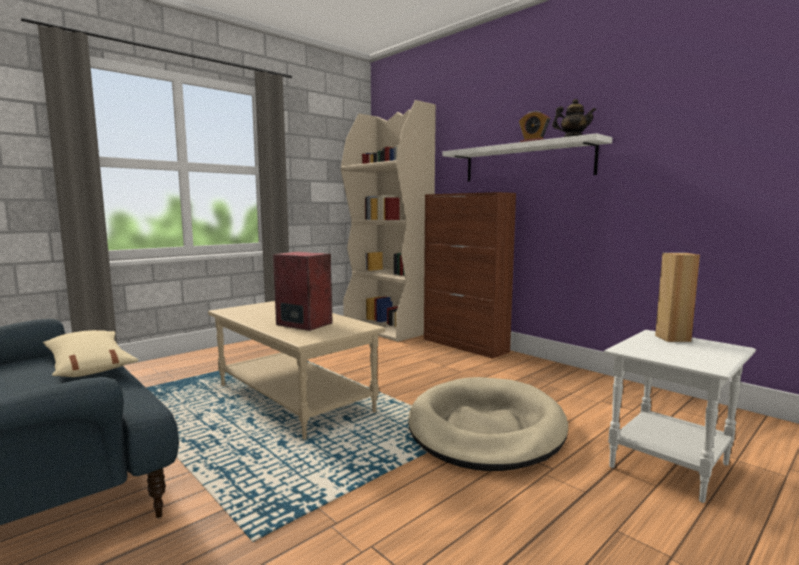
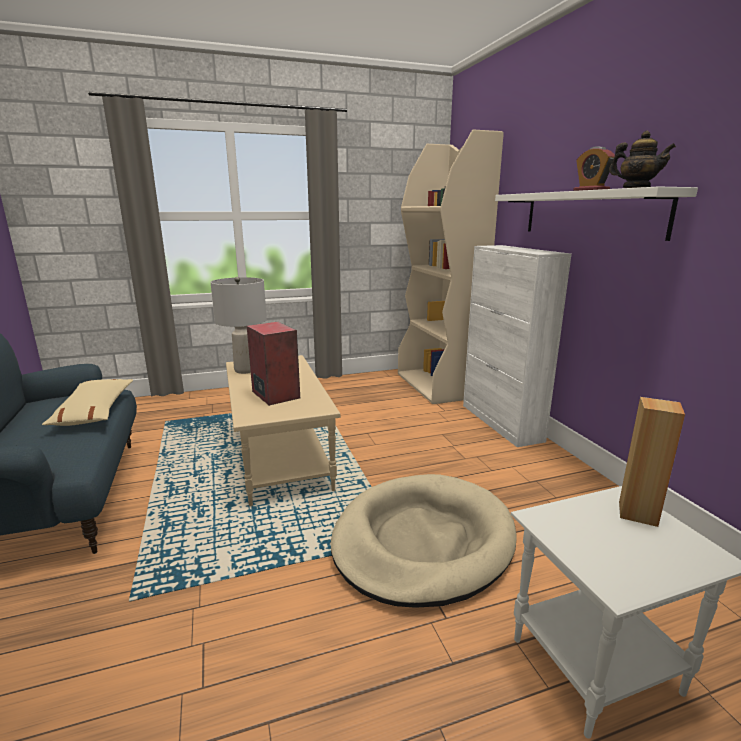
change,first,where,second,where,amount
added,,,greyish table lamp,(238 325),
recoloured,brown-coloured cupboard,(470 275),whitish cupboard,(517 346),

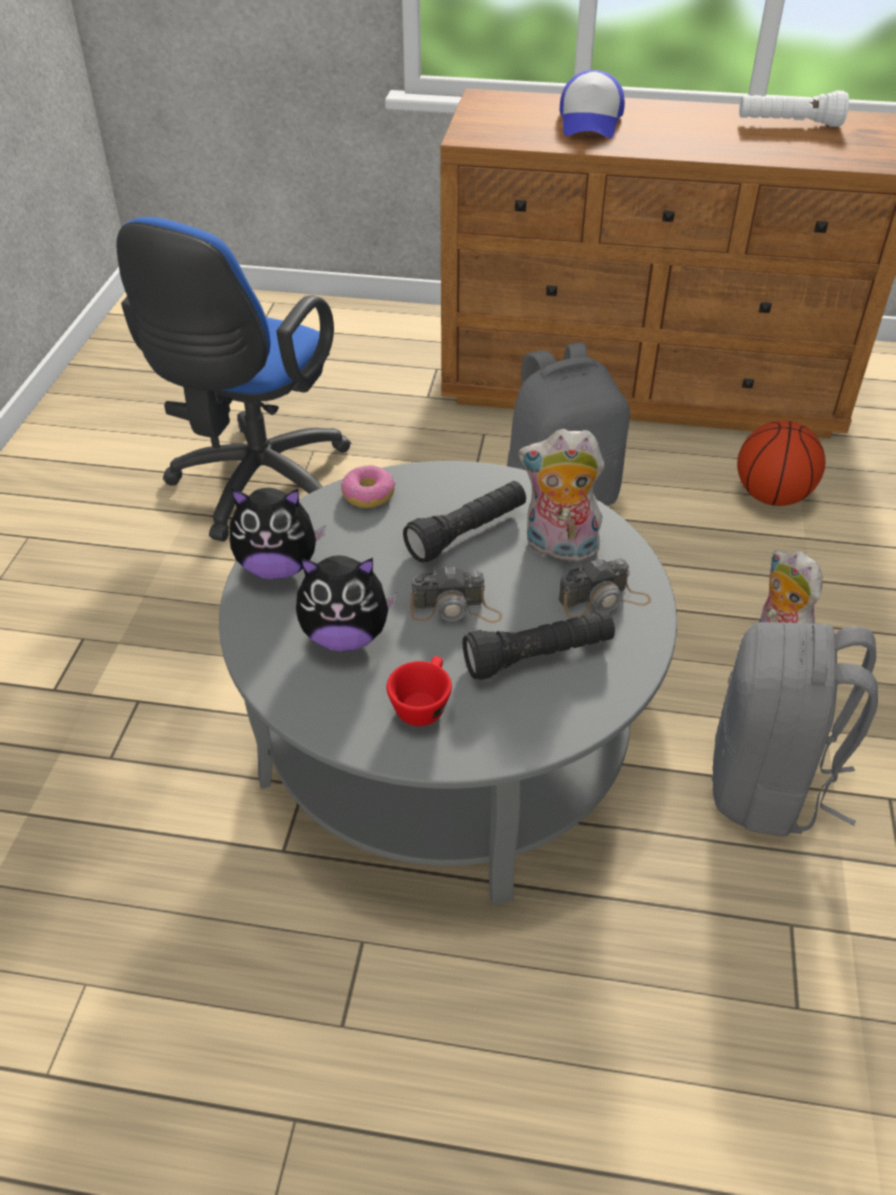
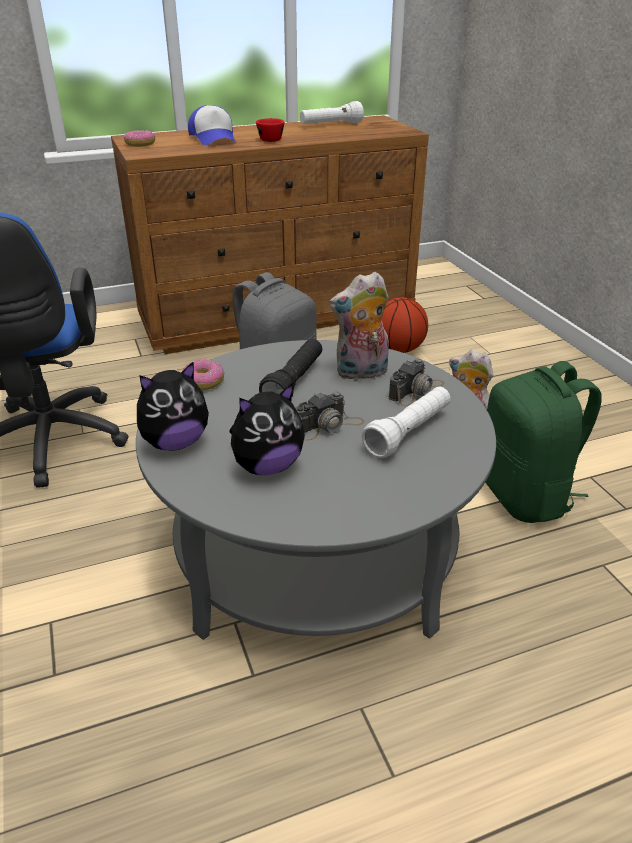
change,first,where,second,where,amount
added,,,donut,(139 138),
moved,reddish drinking cup,(419 691),,(270 130),
recoloured,black-coloured torch,(538 645),whitish torch,(406 422),
recoloured,greyish knapsack,(795 729),green-coloured knapsack,(543 442),

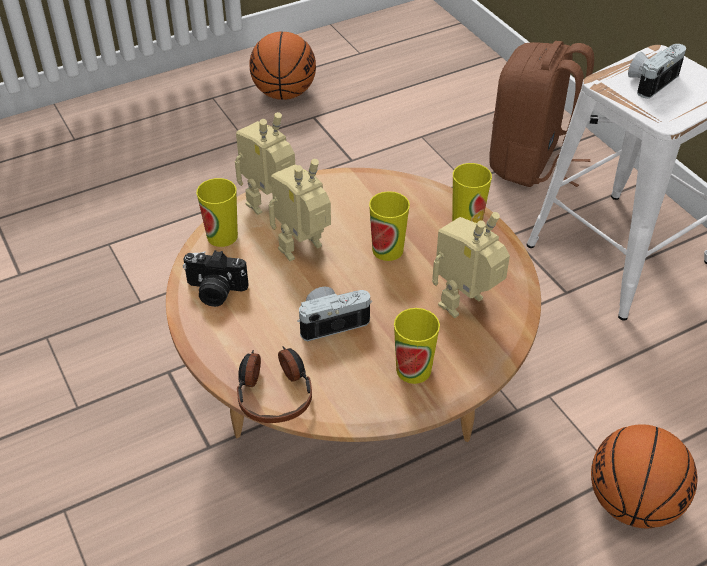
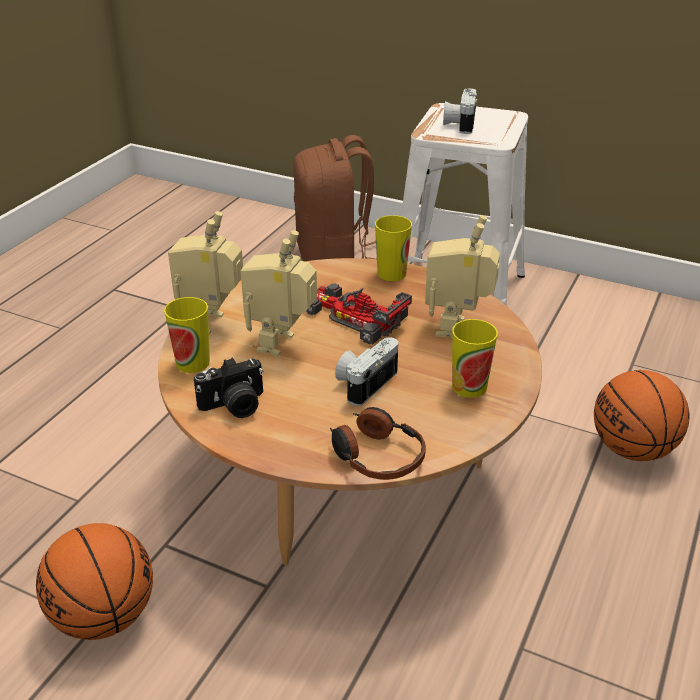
change,first,where,second,where,amount
moved,ball for basketball,(282 66),,(94 581),
replaced,drinking cup,(389 226),miniature car,(359 313),

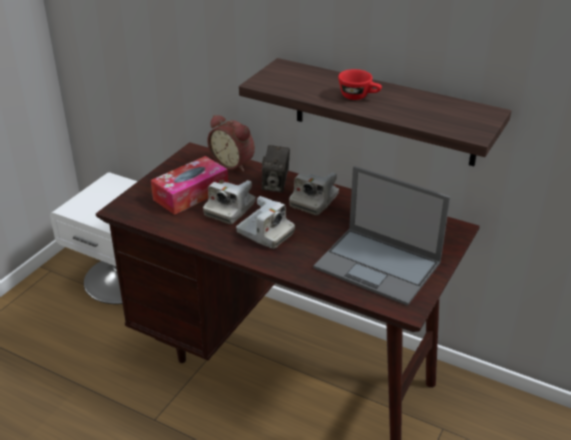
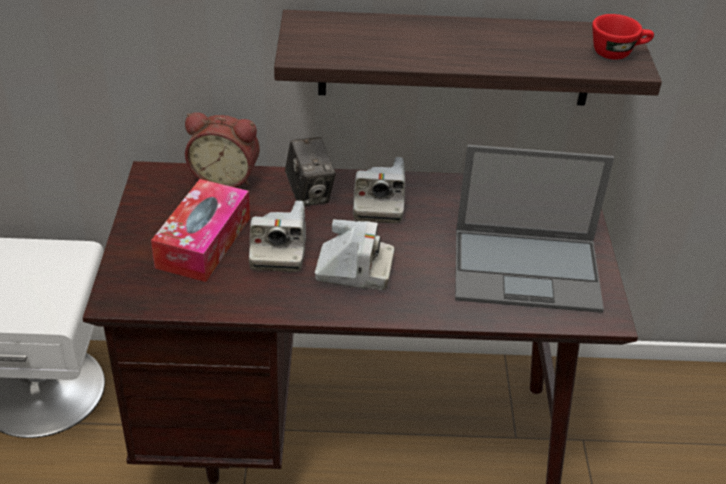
change,first,where,second,where,amount
moved,reddish drinking cup,(360 84),,(623 37),

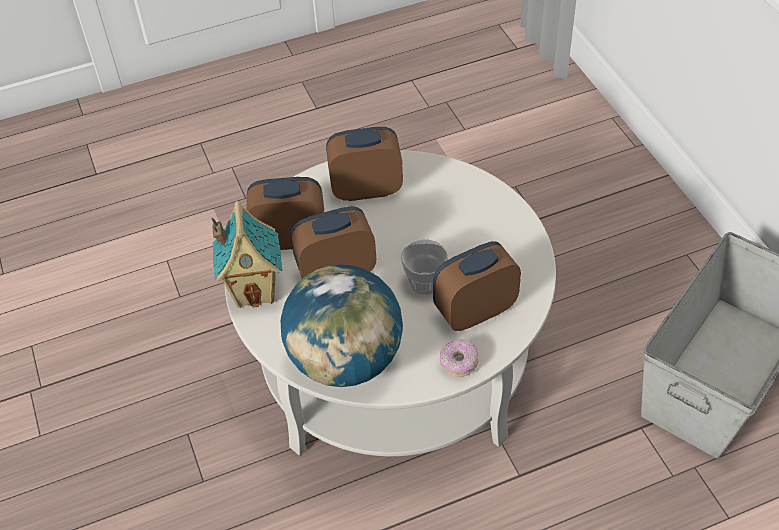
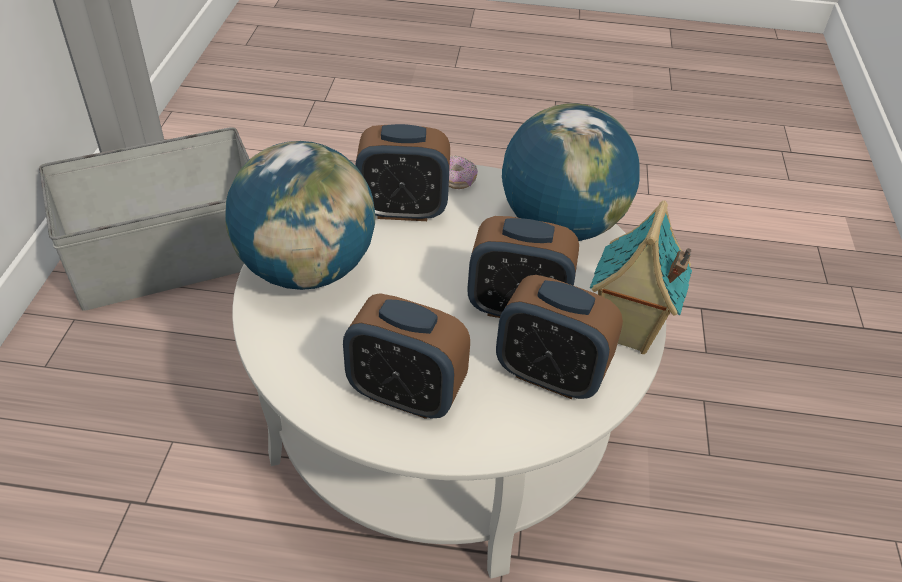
change,first,where,second,where,amount
added,,,globe,(300 215),
removed,drinking cup,(424 267),,,

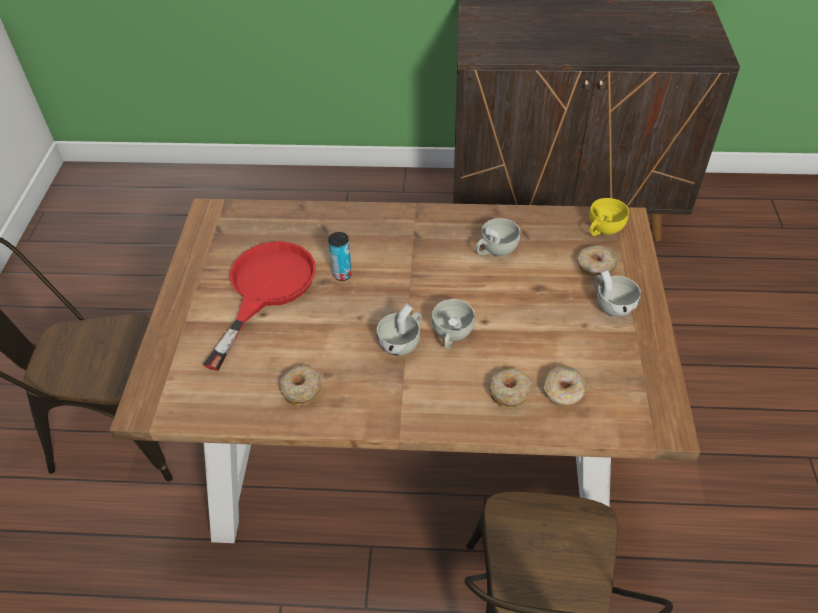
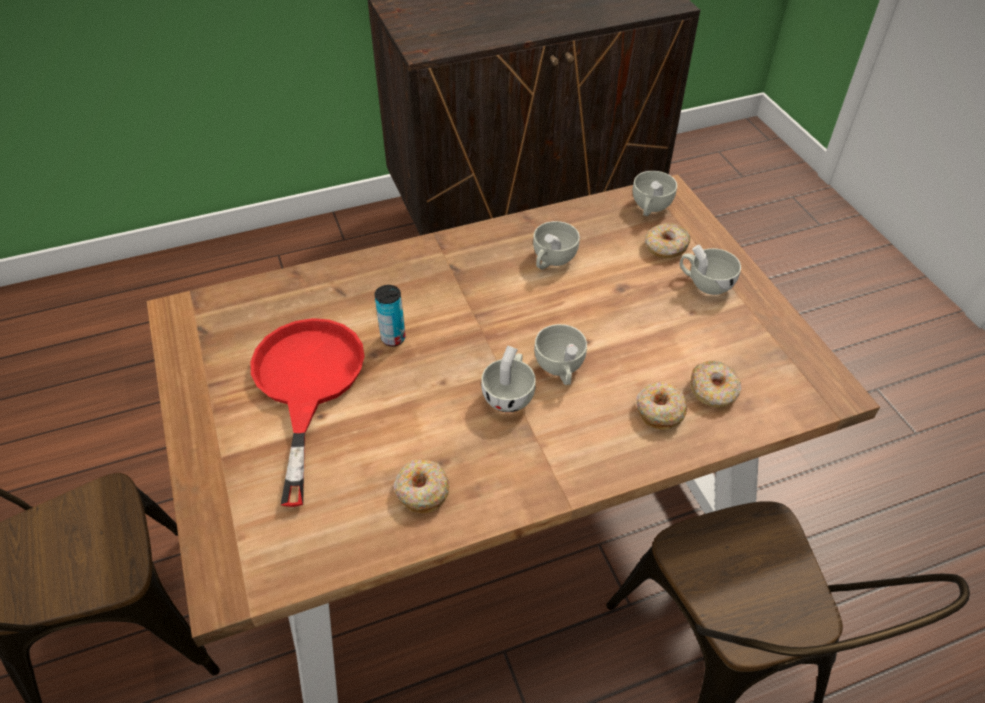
change,first,where,second,where,amount
recoloured,yellow drinking cup,(609 217),whitish drinking cup,(655 193),

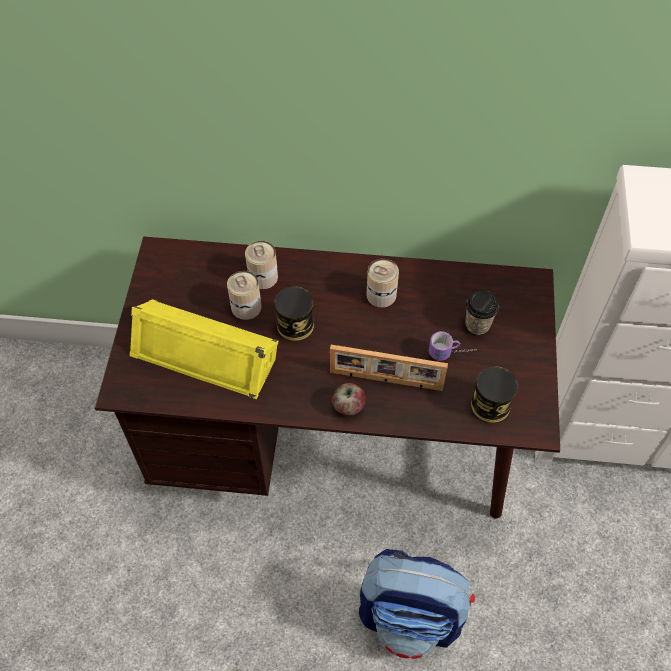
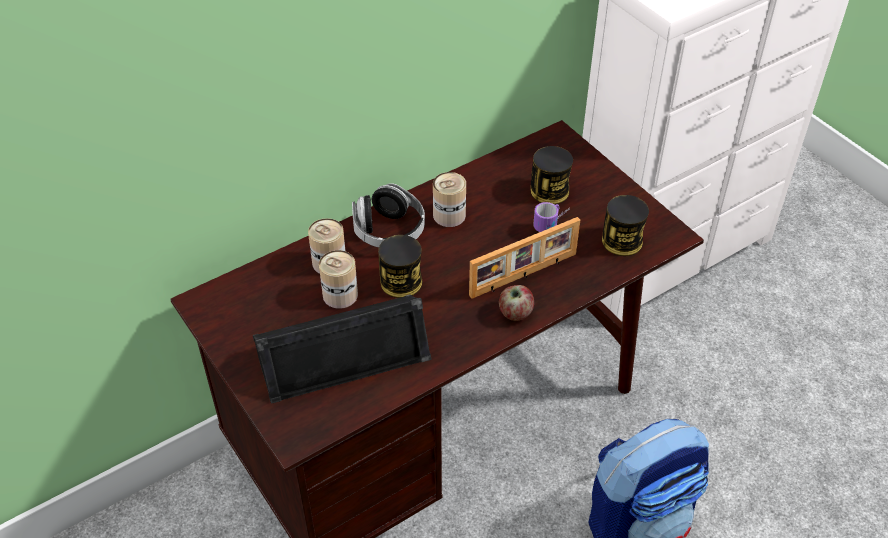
change,first,where,second,where,amount
recoloured,yellow audio speaker,(204 349),black-coloured audio speaker,(342 349),
added,,,headset,(388 215),
replaced,drinking cup,(482 312),can,(552 175),

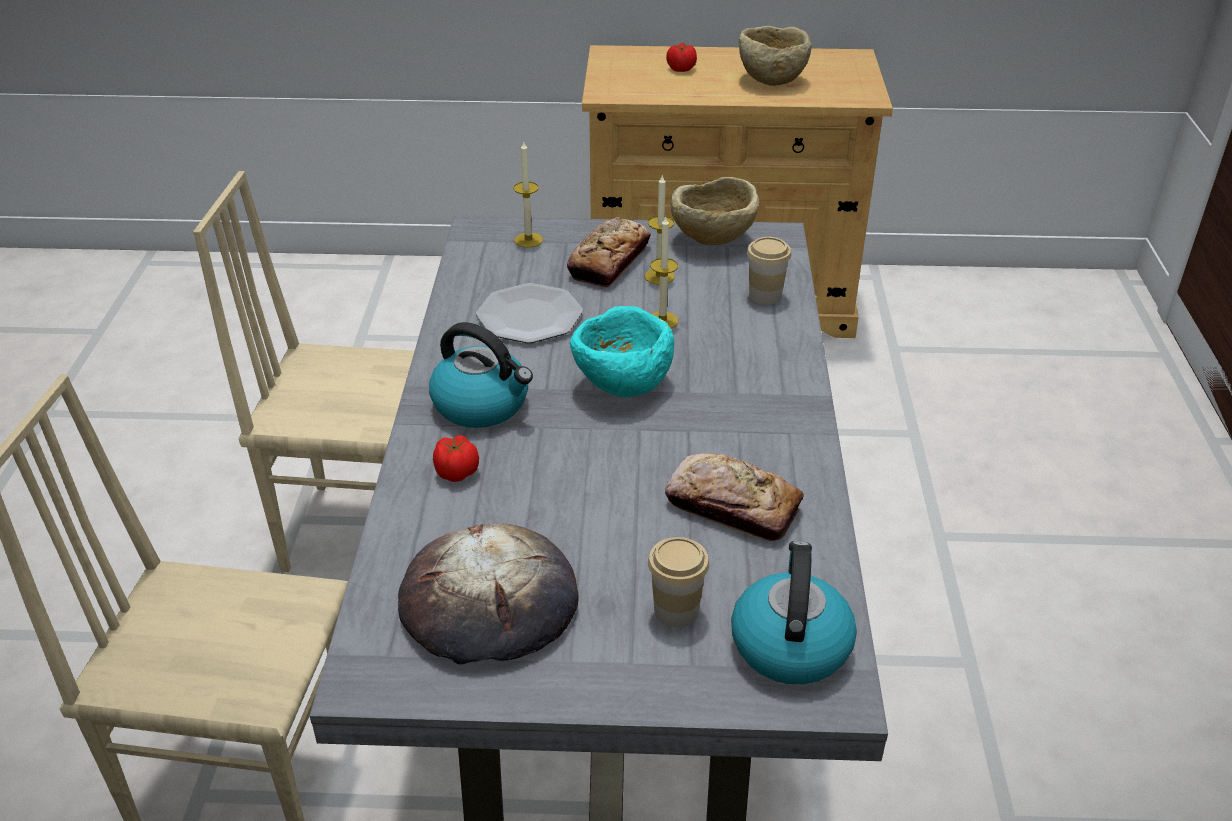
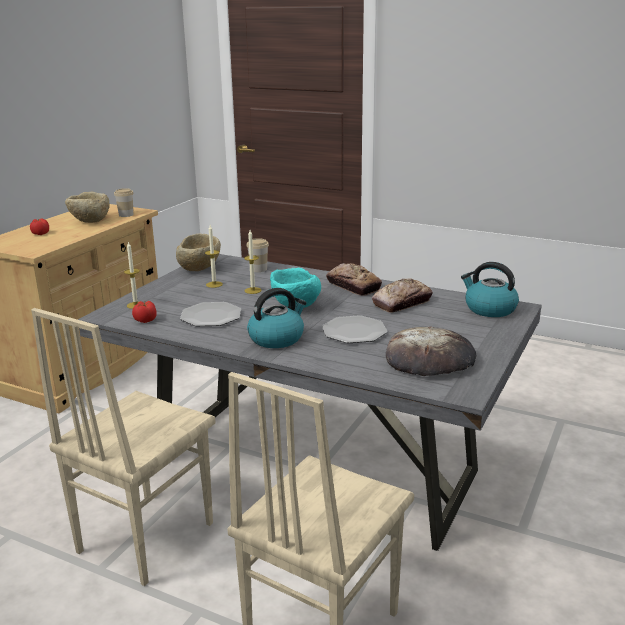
change,first,where,second,where,amount
moved,drinking cup,(678 582),,(124 202),
moved,tomato,(456 458),,(144 312),
added,,,dinner plate,(355 329),
moved,baked bread,(609 252),,(354 279),

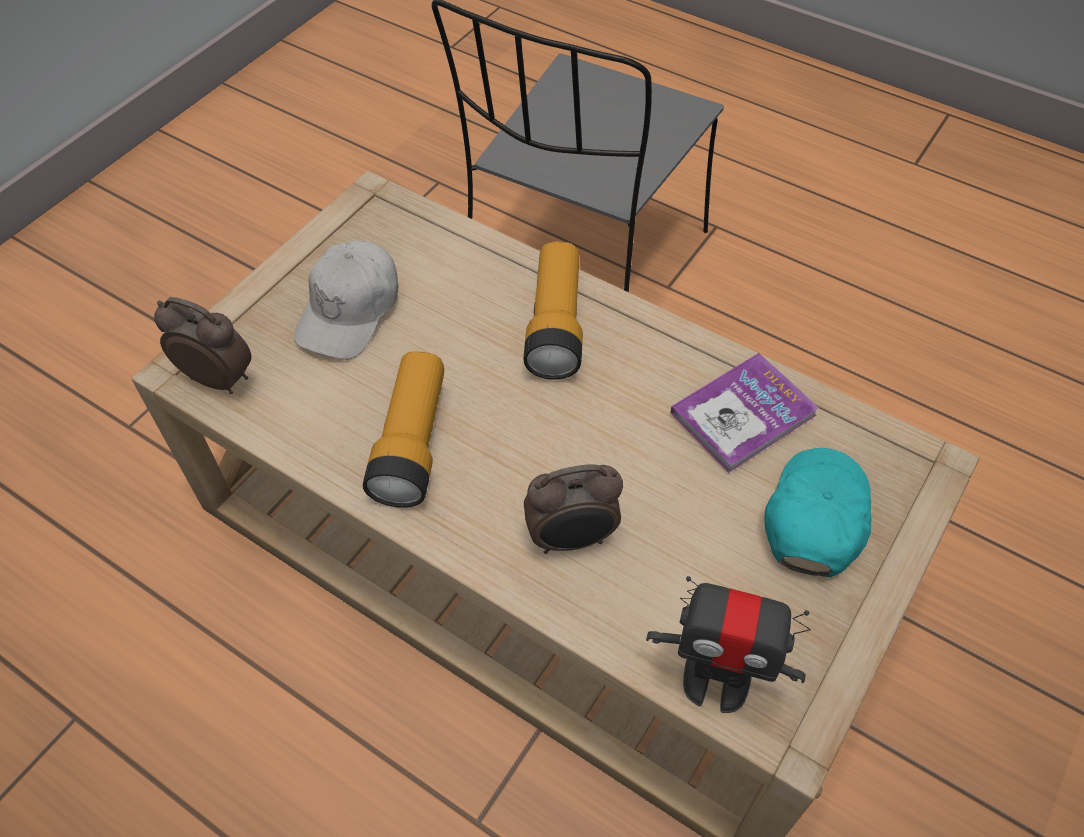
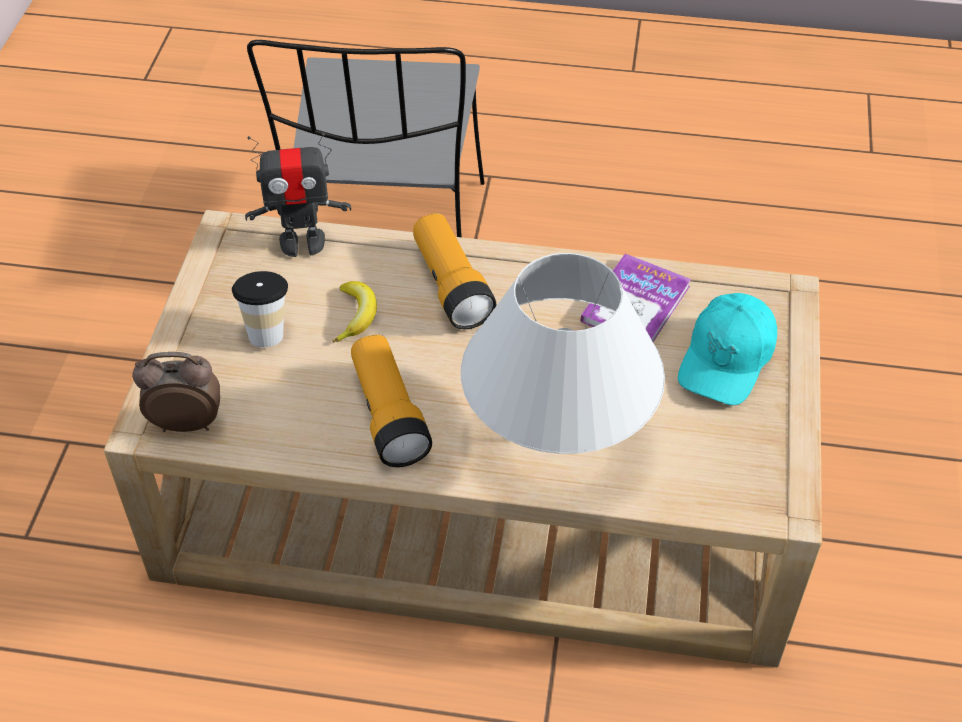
change,first,where,second,where,amount
replaced,whitish cap,(346 300),drinking cup,(260 309),
moved,model robot,(728 644),,(298 195),
added,,,banana,(355 311),
replaced,alarm clock,(573 509),whitish table lamp,(563 353),
turned,blue-green cap,(818 512),,(727 349),150 degrees counterclockwise

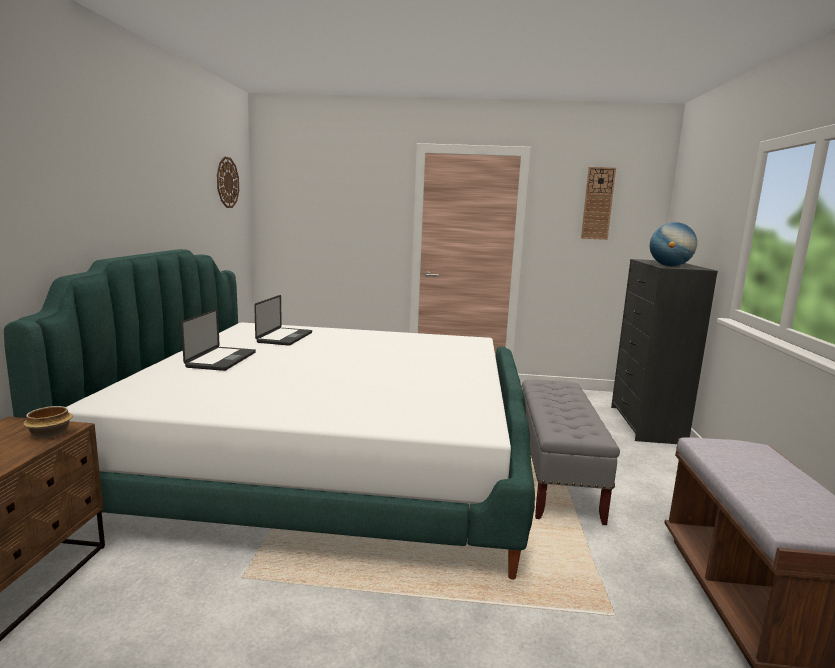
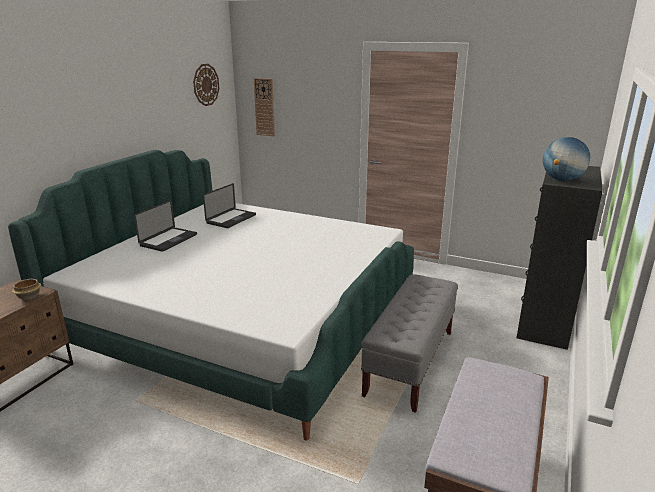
change,first,where,second,where,amount
moved,wall clock,(598 203),,(264 107),

